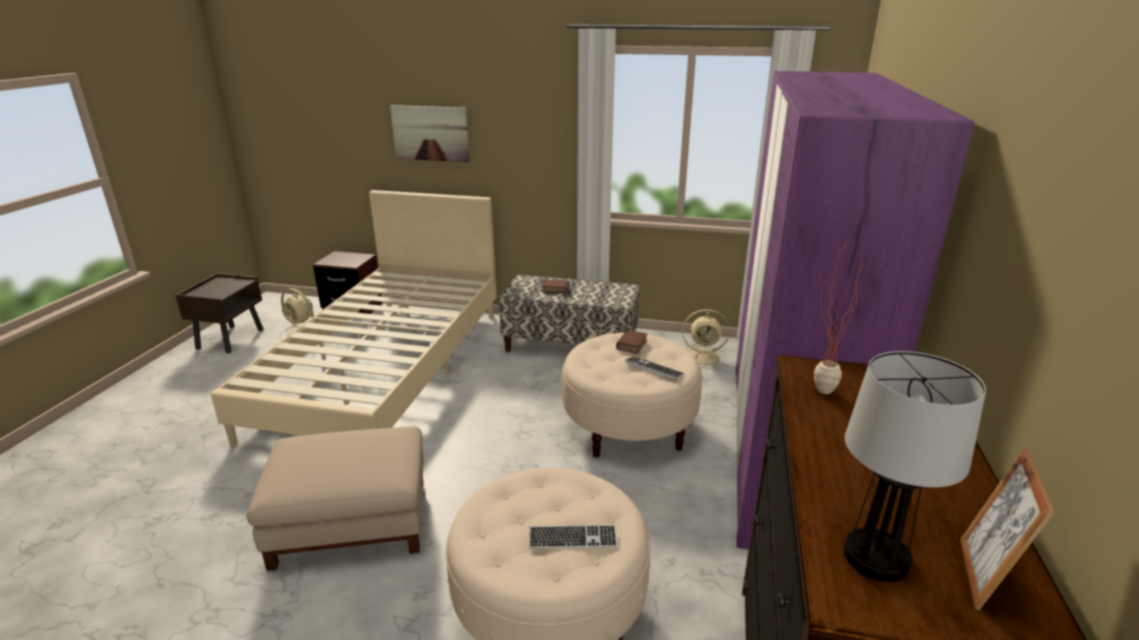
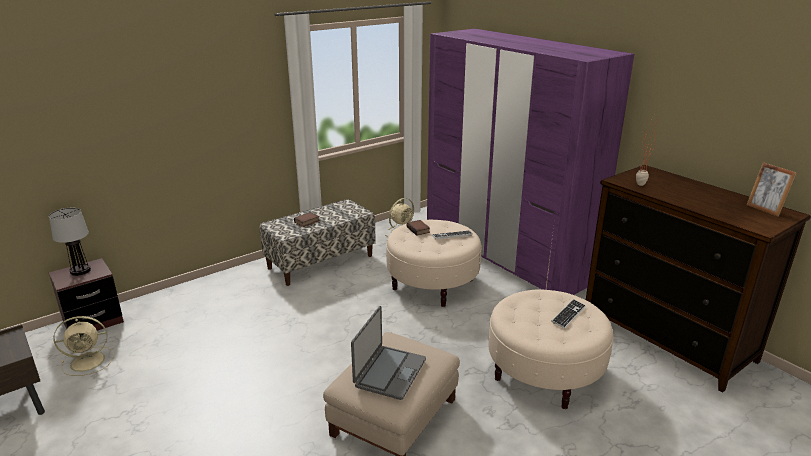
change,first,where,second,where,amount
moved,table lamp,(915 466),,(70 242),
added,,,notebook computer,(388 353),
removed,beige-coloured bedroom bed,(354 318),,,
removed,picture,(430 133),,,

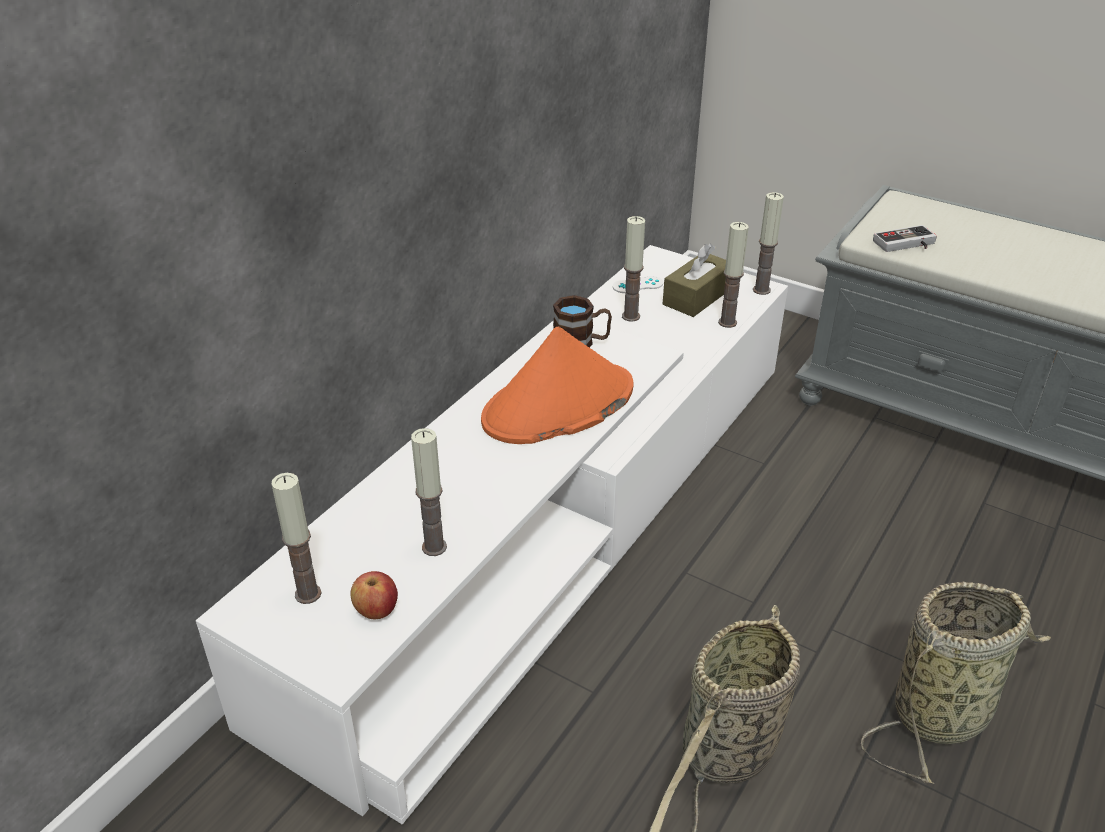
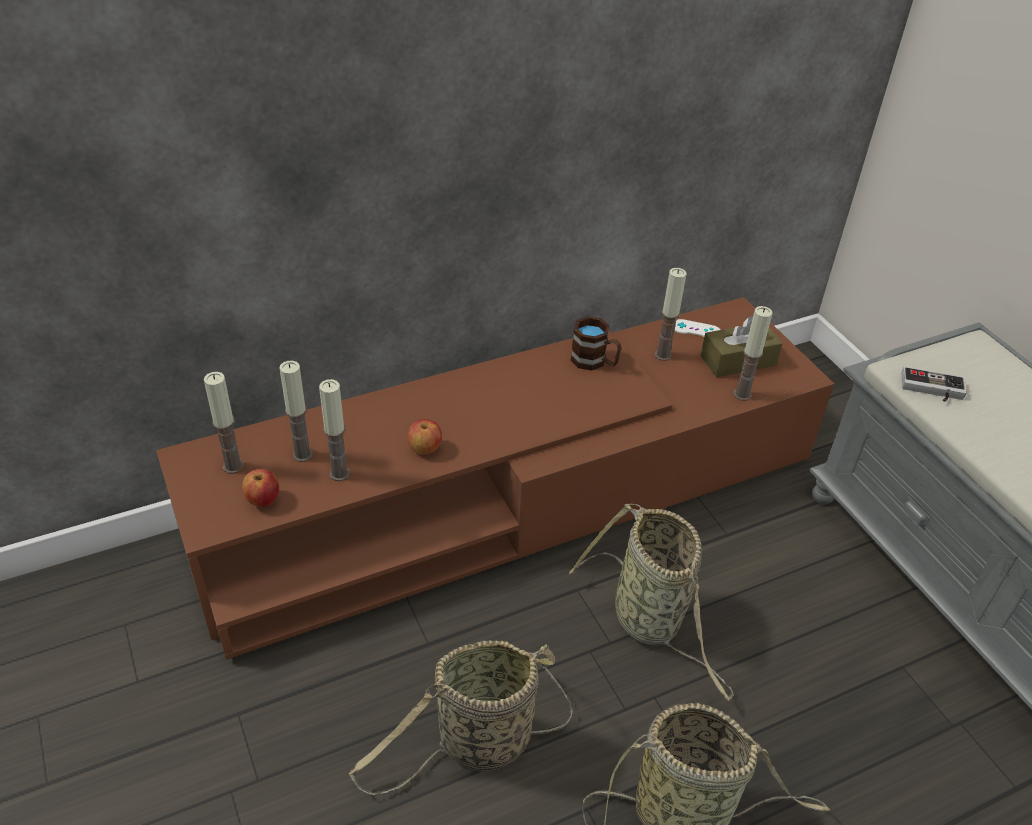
change,first,where,second,where,amount
recoloured,whitish media console,(492 534),brown-coloured media console,(495 478),
moved,wax candle,(768 243),,(296 411),
added,,,apple fruit,(425 436),
added,,,storage basket,(651 602),
removed,orangey hat,(557 385),,,

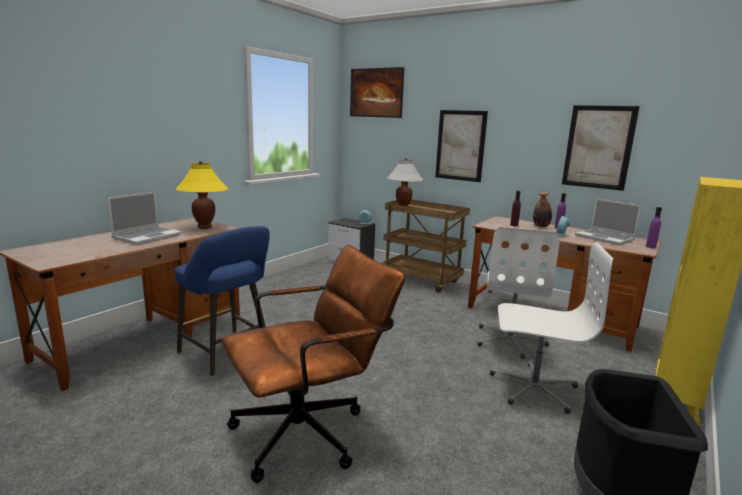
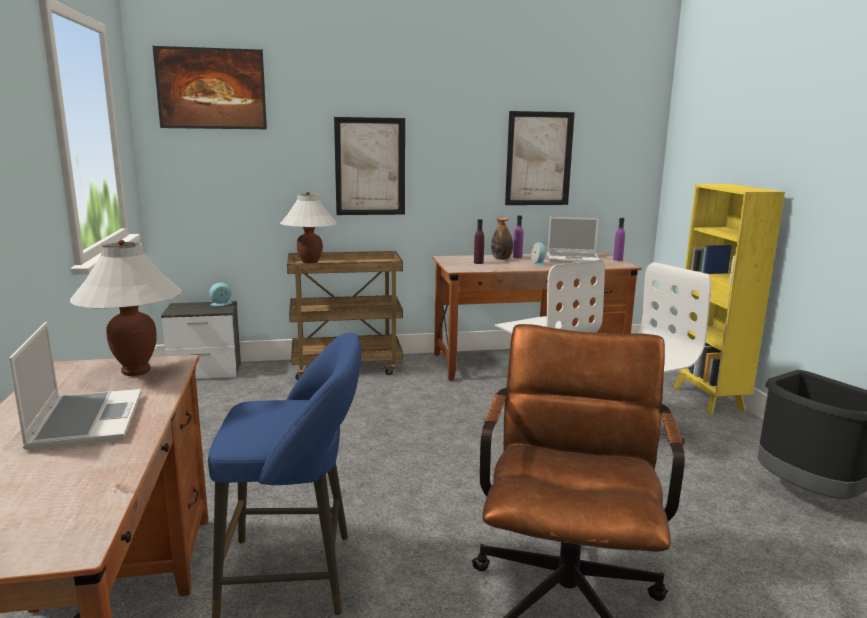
change,first,where,second,where,amount
recoloured,yellow table lamp,(201 195),whitish table lamp,(126 308),

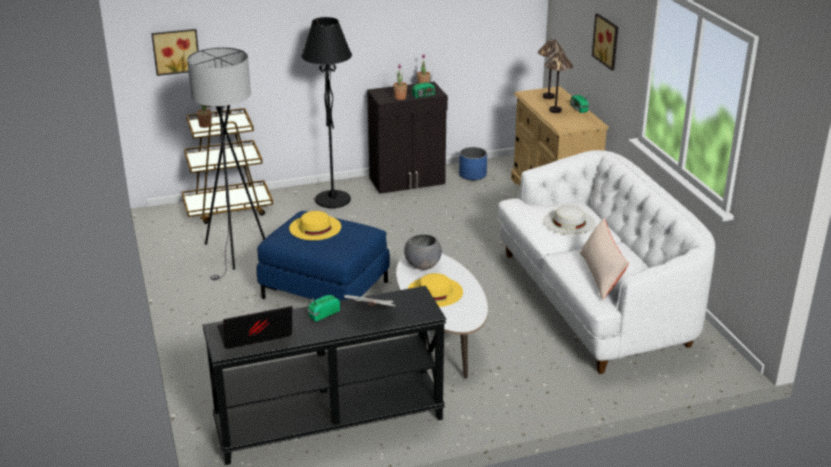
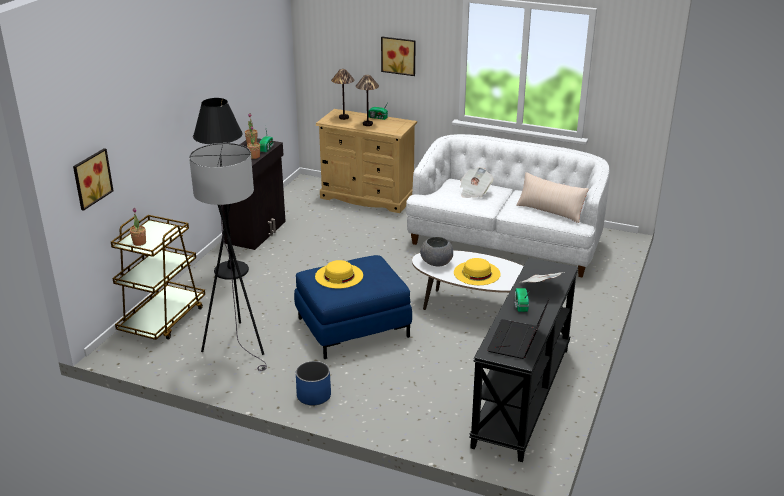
change,first,where,second,where,amount
moved,blue planter,(473 164),,(313 383),
replaced,whitish hat,(569 220),daily paper,(476 182),

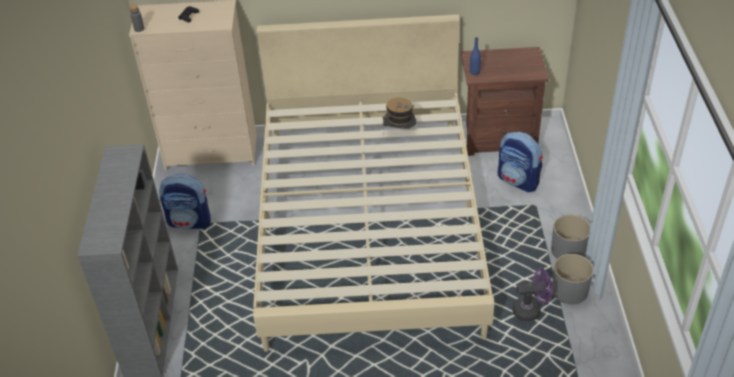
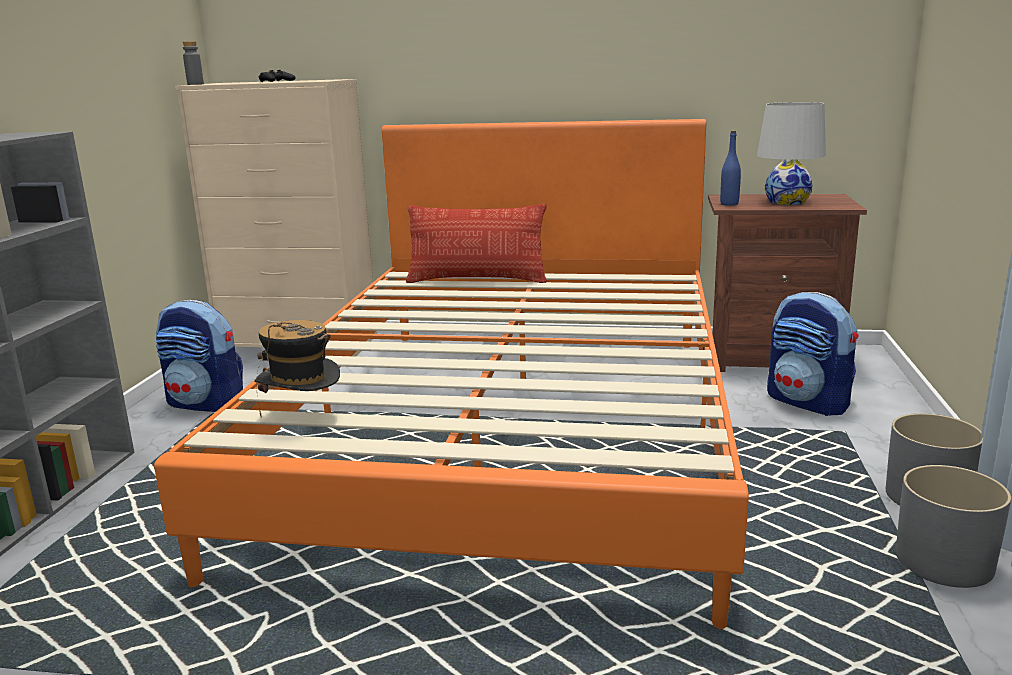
change,first,where,second,where,amount
recoloured,beige-coloured bedroom bed,(374 183),orangey bedroom bed,(451 374),
moved,hat,(399 116),,(297 369),
added,,,cushion,(476 243),
added,,,whitish table lamp,(791 153),
removed,purple fan,(532 294),,,

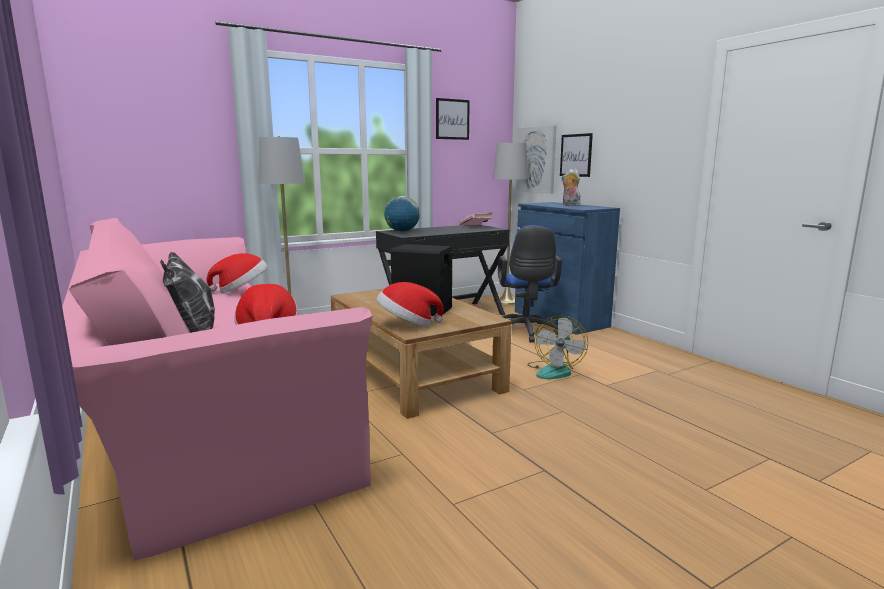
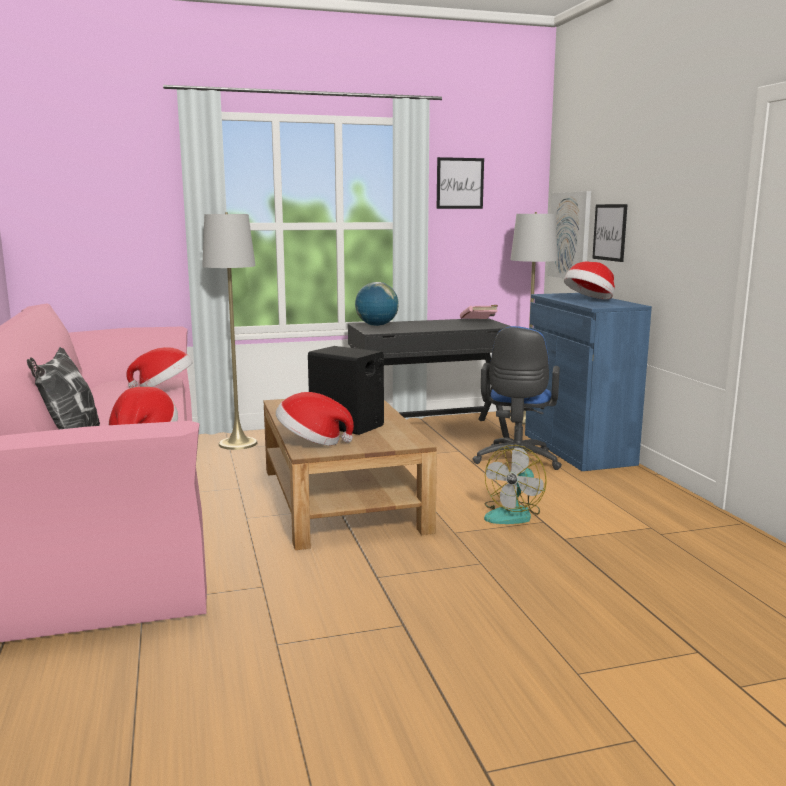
change,first,where,second,where,amount
replaced,plush toy,(570 187),hat,(589 280),

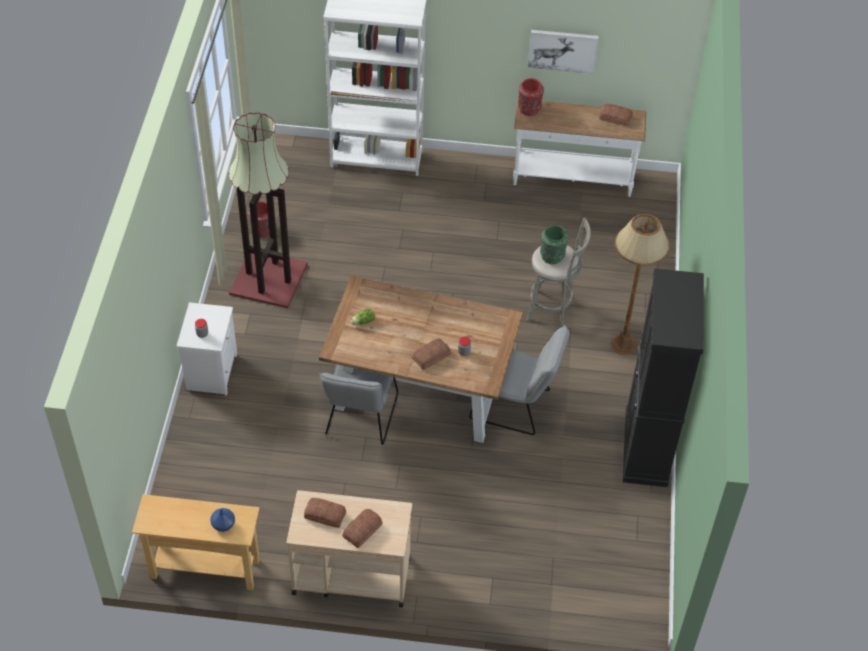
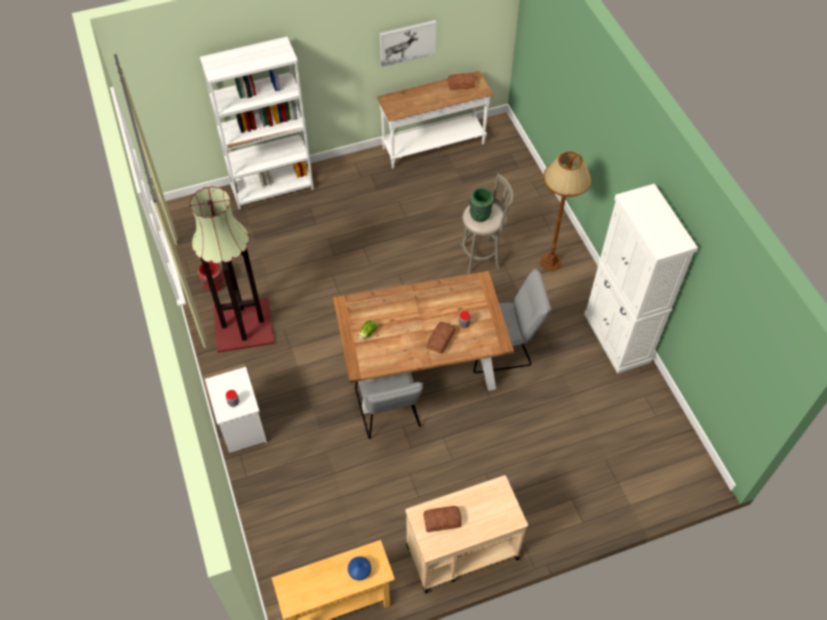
change,first,where,second,where,amount
recoloured,black-coloured cupboard,(663 377),whitish cupboard,(641 279),
removed,baked bread,(362 528),,,
removed,reddish vase,(531 97),,,

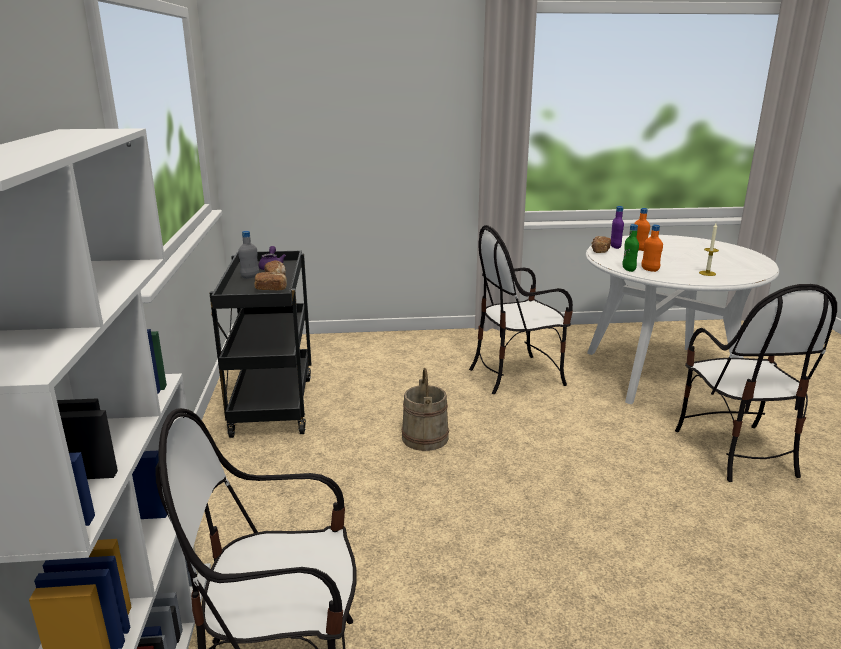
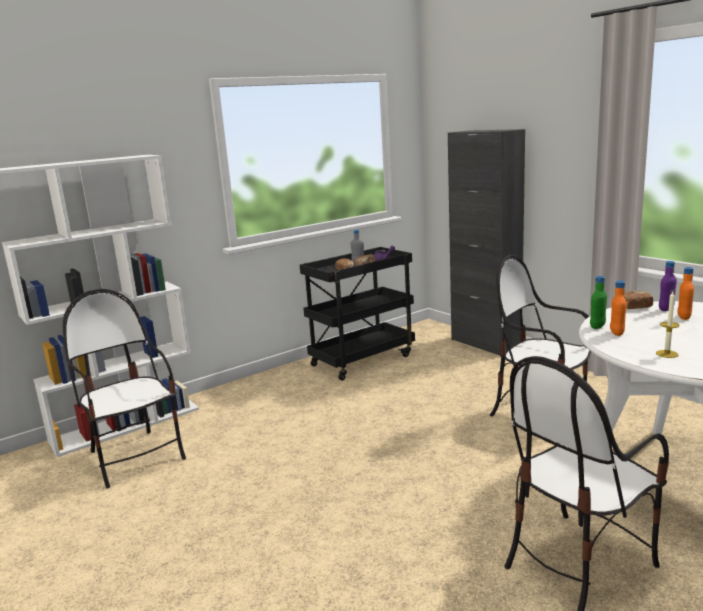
change,first,where,second,where,amount
added,,,black-coloured cupboard,(486 243),
removed,beige-coloured bucket,(425 409),,,

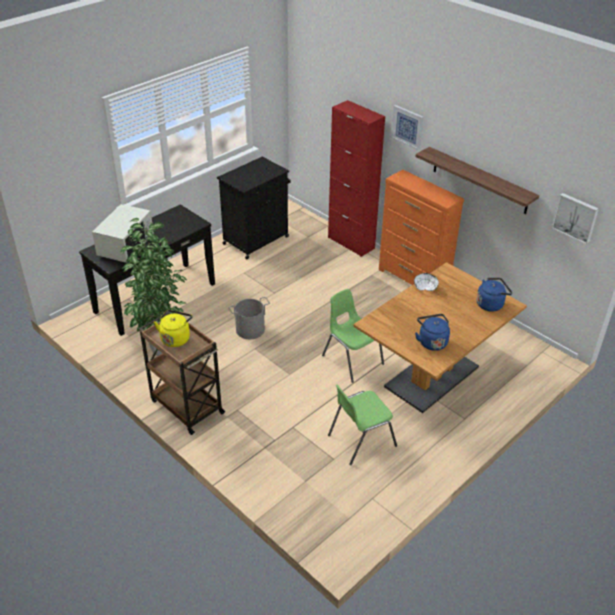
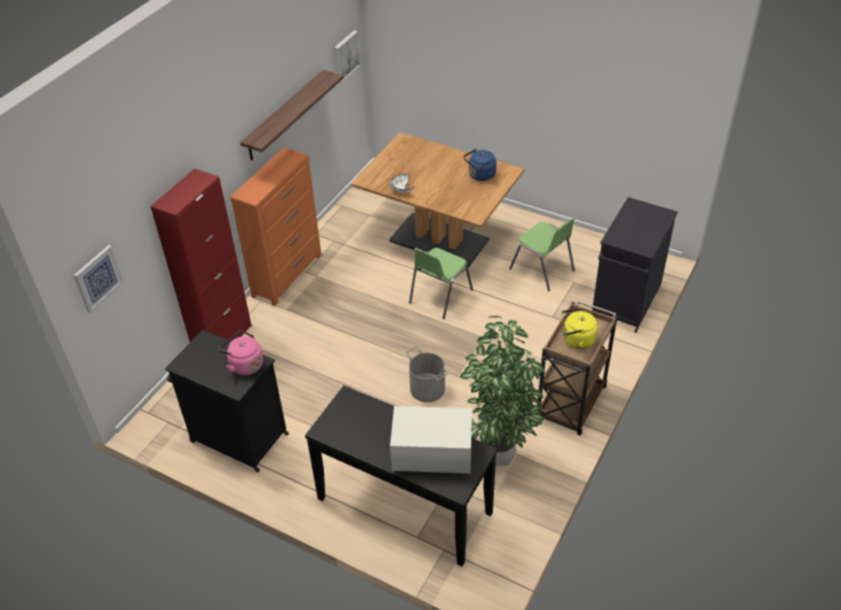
change,first,where,second,where,amount
moved,picture,(407 127),,(99 279),
added,,,pink tea kettle,(241 353),
added,,,black-coloured cupboard,(635 265),
removed,blue tea kettle,(494 295),,,

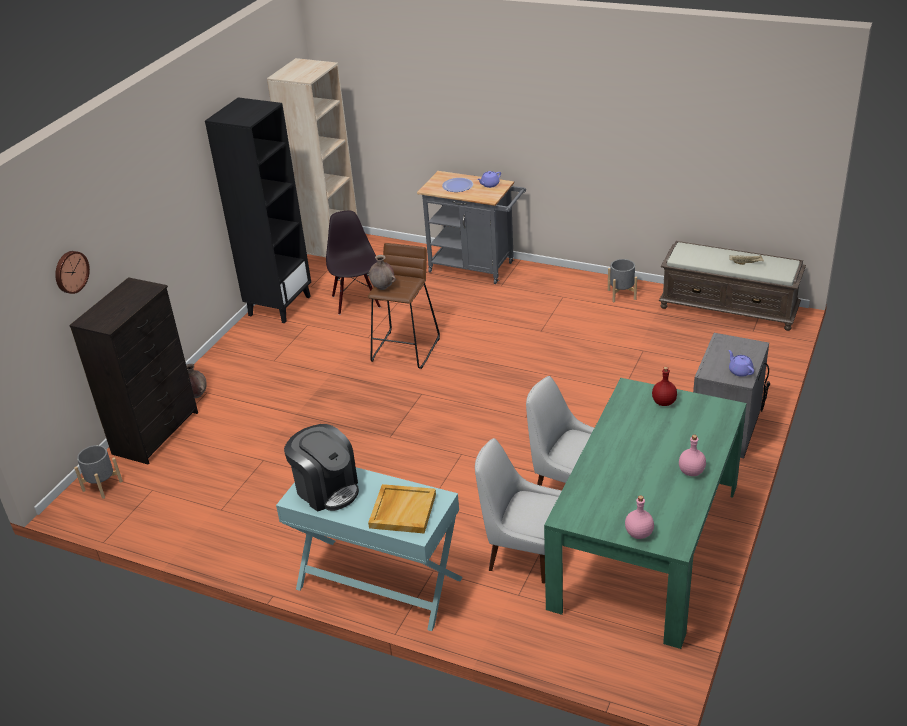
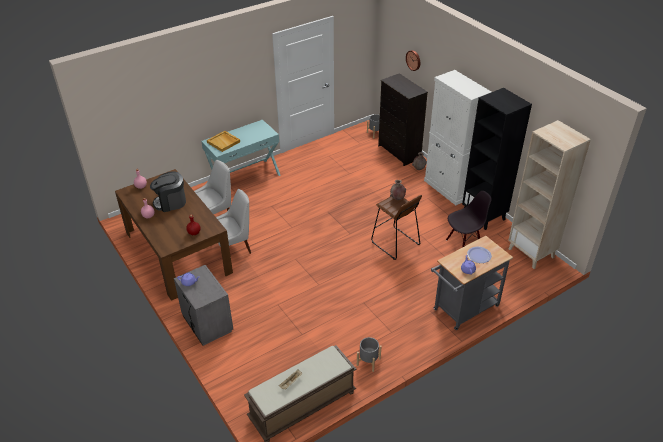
change,first,where,second,where,amount
recoloured,green-coloured dining table,(645 513),brown-coloured dining table,(174 235),
moved,coffee machine,(321 468),,(168 191),
added,,,whitish cupboard,(457 137),
turned,black-coloured chair,(353 263),,(469 219),45 degrees counterclockwise

